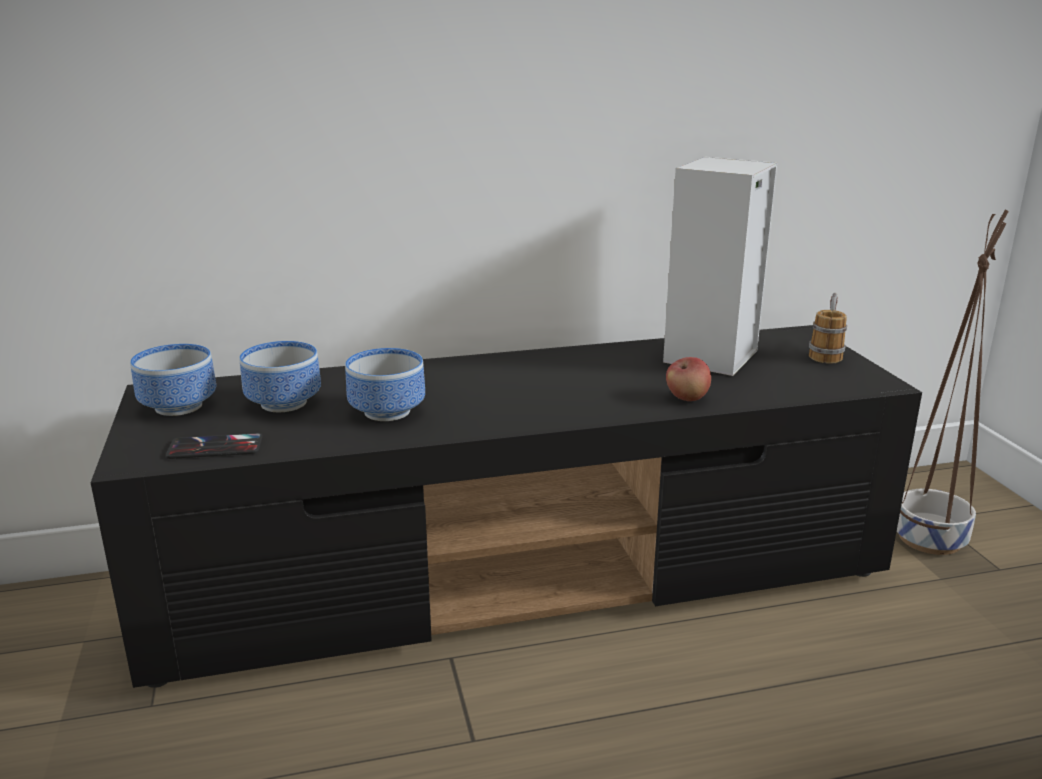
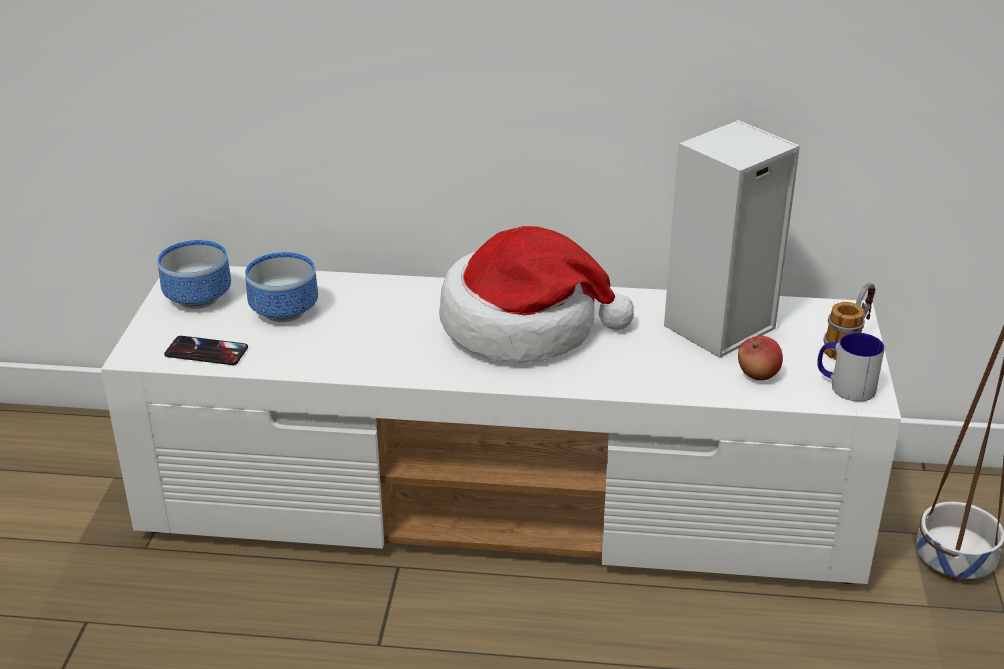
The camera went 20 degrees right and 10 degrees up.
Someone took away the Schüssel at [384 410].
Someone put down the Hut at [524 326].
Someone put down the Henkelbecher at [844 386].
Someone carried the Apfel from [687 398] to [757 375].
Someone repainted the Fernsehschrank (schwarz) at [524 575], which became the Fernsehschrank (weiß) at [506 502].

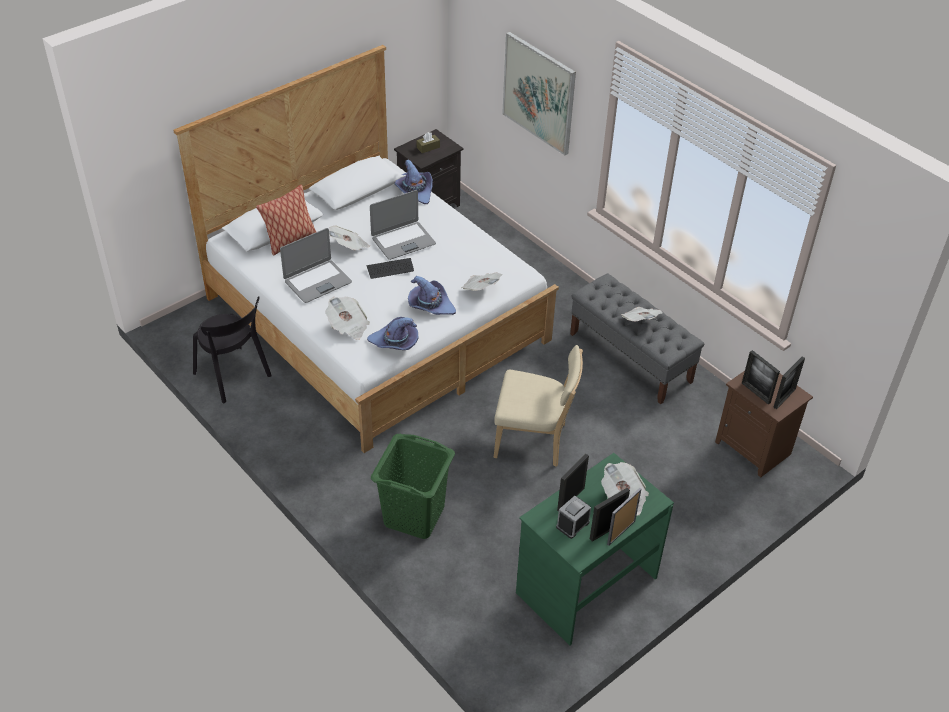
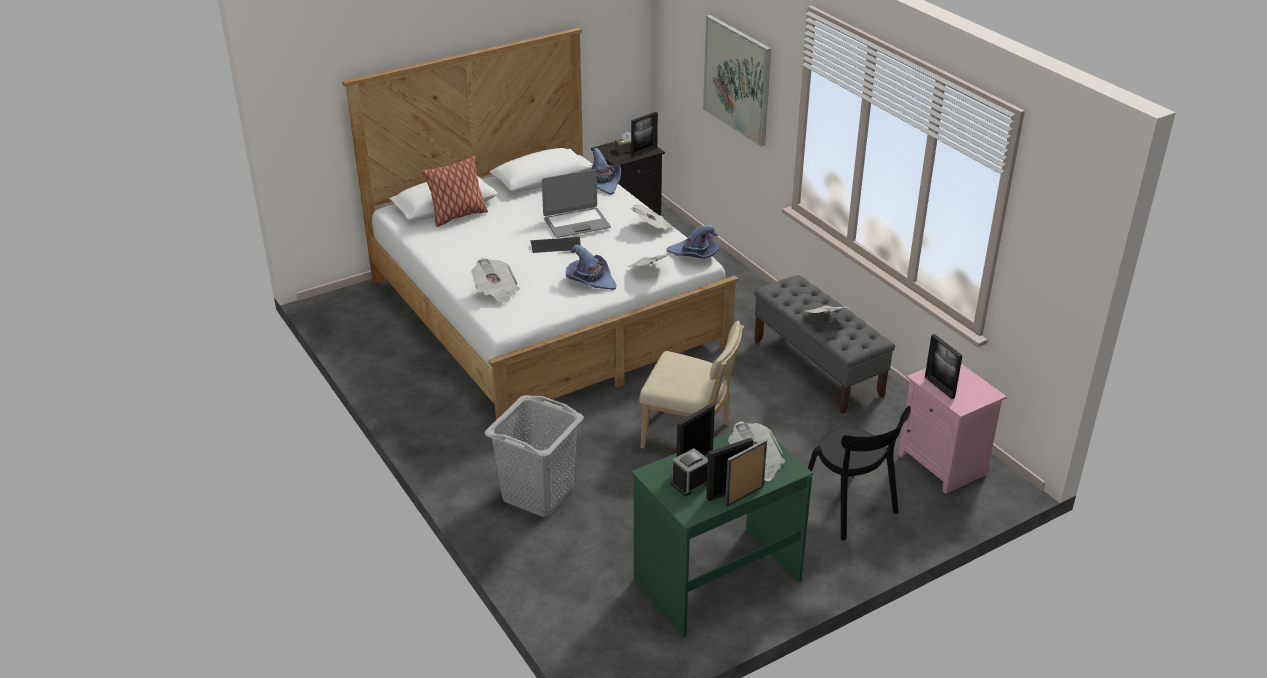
The camera went 10 degrees right and 10 degrees down.
Someone took away the Laptop at [317 282].
Someone carried the Stuhl (schwarz) from [234 376] to [850 509].
Someone carried the Zeitung from [349 247] to [652 228].
Someone carried the Hut (lila) from [395 342] to [694 254].
Someone carried the Bilderrahmen from [784 398] to [644 152].
Someone repainted the Wäschekorb (grün) at [413 516], which became the Wäschekorb (grau) at [537 494].
Someone repainted the Nachttisch (braun) at [754 448], which became the Nachttisch (rosa) at [944 465].

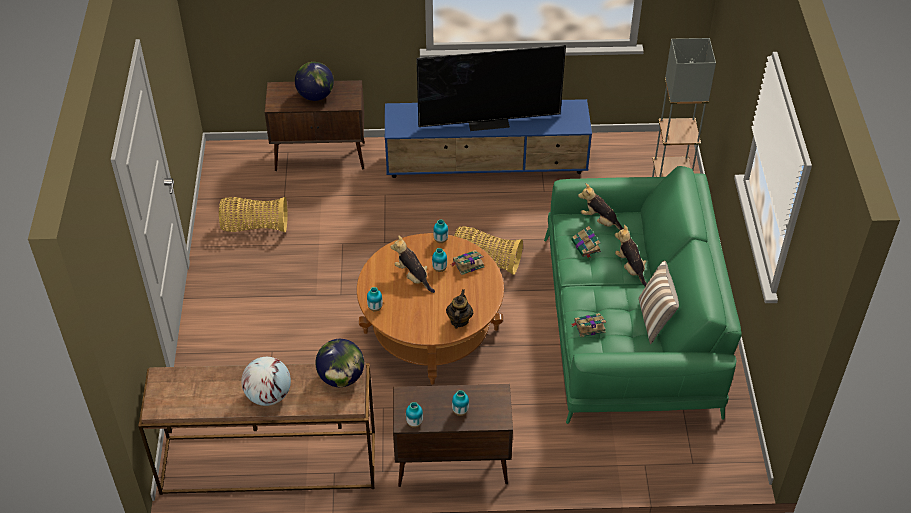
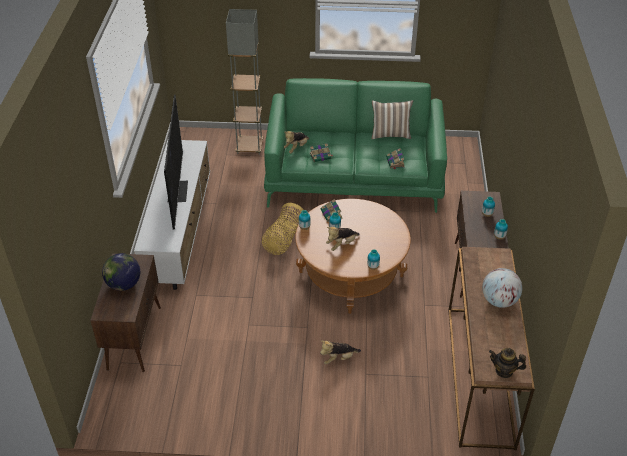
The camera went 85 degrees left and 5 degrees down.
Someone took away the Korb at [254 226].
Someone took away the Globus at [341 377].
Someone carried the Teekanne from [459 320] to [504 371].
Someone carried the Plüschtier from [630 268] to [338 358].
Someone repainted the Fernsehschrank (blau) at [487 167], which became the Fernsehschrank (weiß) at [180 231].

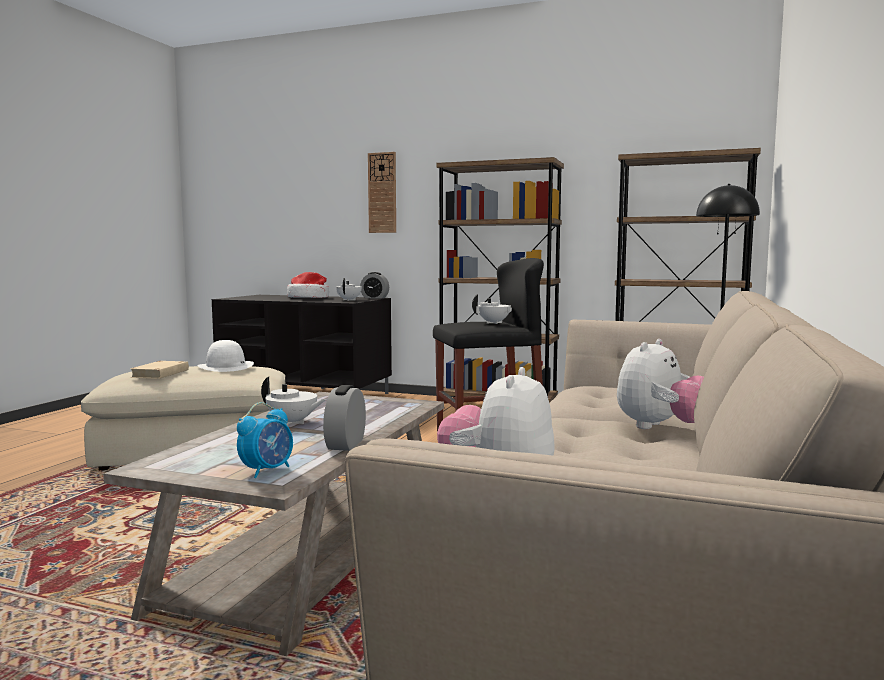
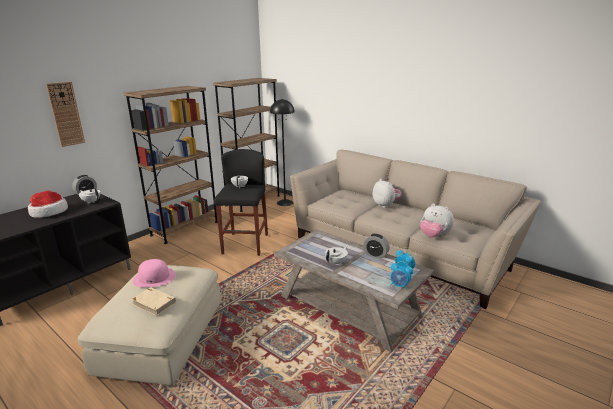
The camera went 70 degrees left and 15 degrees up.
Someone put down the Wecker at [399 285].
Someone repainted the Hut (weiß) at [226 366], which became the Hut (rosa) at [154 277].

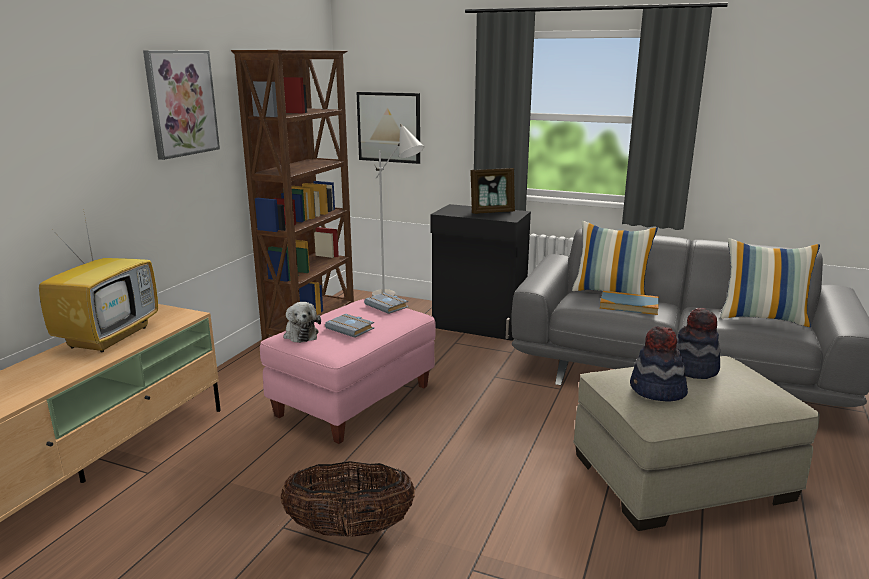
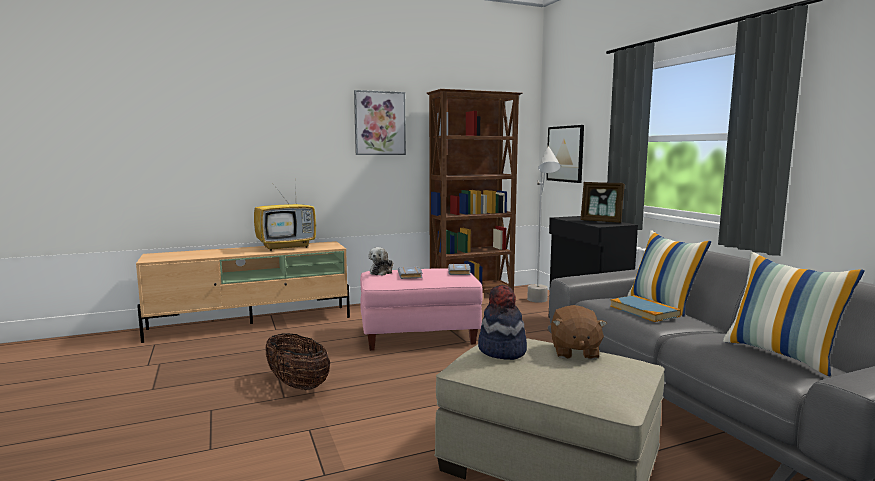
The camera went 45 degrees right and 10 degrees down.
Someone swapped the Hut at [693 368] for the Plüschtier (braun) at [574 352].

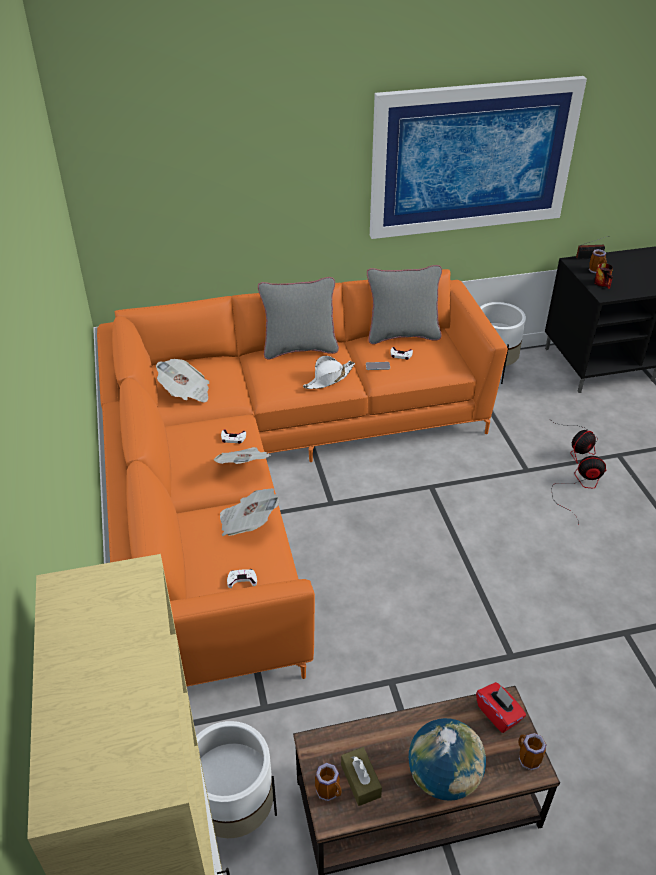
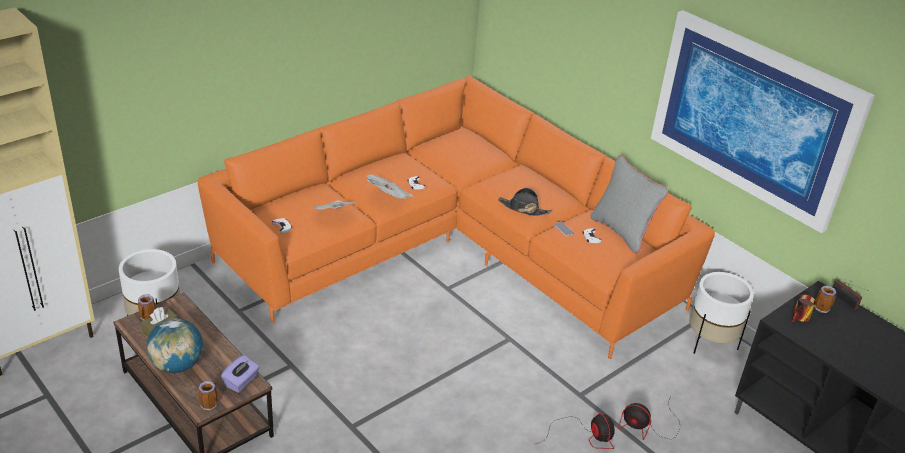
The camera went 60 degrees right and 5 degrees down.
Someone took away the Zeitung at [186 392].
Someone took away the Kissen (grau) at [299 349].
Someone repainted the Hut (weiß) at [329 378], which became the Hut (schwarz) at [523 209].
Someone repainted the Taschentuchbox (rot) at [498 714], which became the Taschentuchbox (lila) at [241 382].

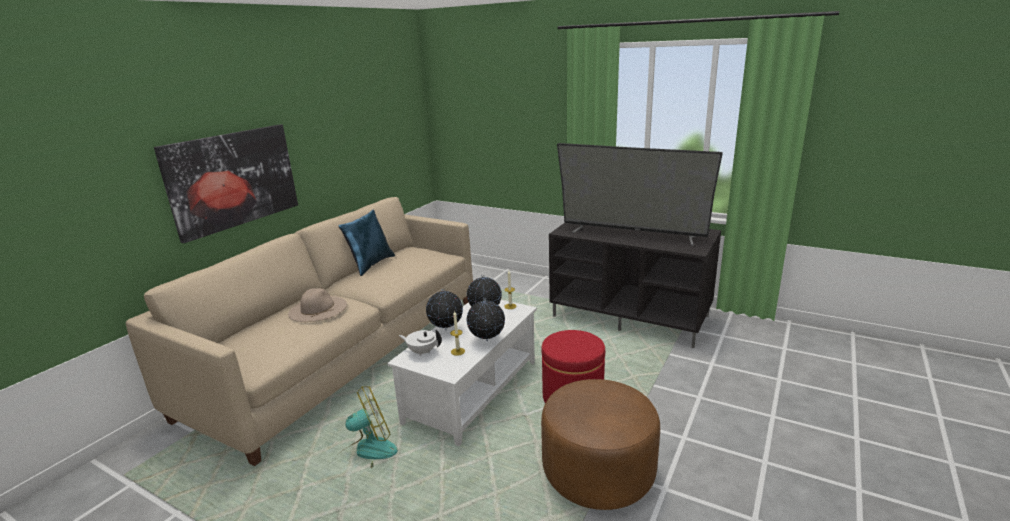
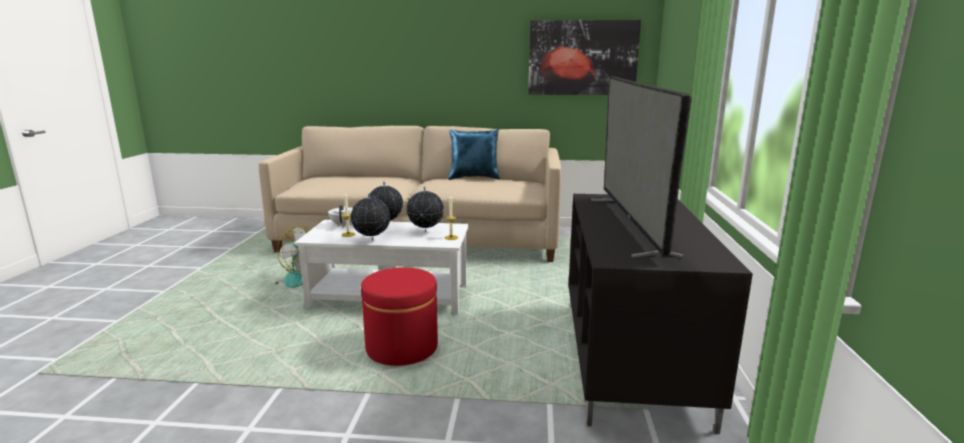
The camera went 65 degrees right and 5 degrees down.
Someone took away the Hut (beige) at [317 309].
Someone took away the Polsterhocker (braun) at [598 472].
Someone carried the Bild from [233 179] to [582 58].

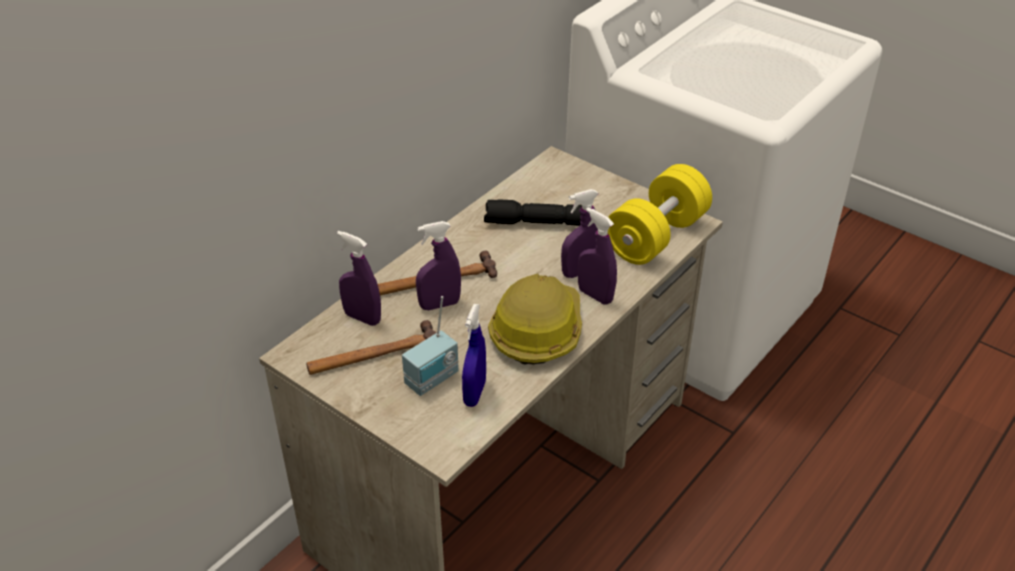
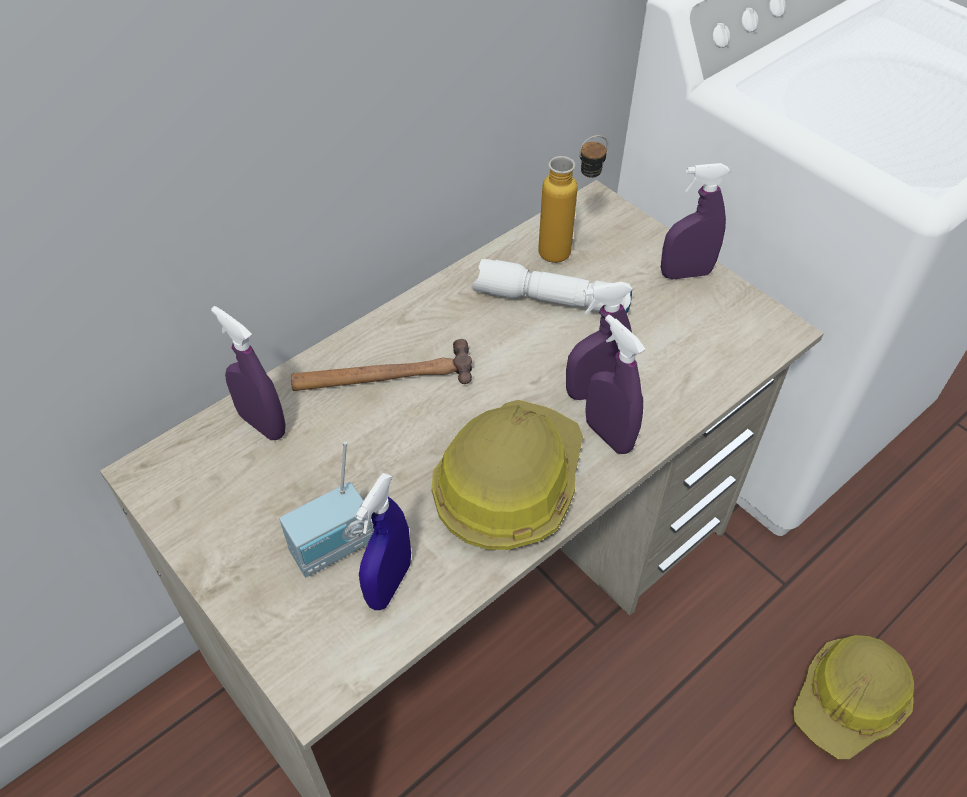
The camera went 10 degrees right and 10 degrees up.
Someone took away the Hammer at [373 355].
Someone took away the Hantel (gelb) at [656 236].
Someone put down the Flasche at [567 250].
Someone put down the Schutzhelm at [849 701].
Someone carried the Sprühflasche (lila) from [439 304] to [685 273].
Someone repainted the Taschenlampe (schwarz) at [537 223], which became the Taschenlampe (weiß) at [549 301].

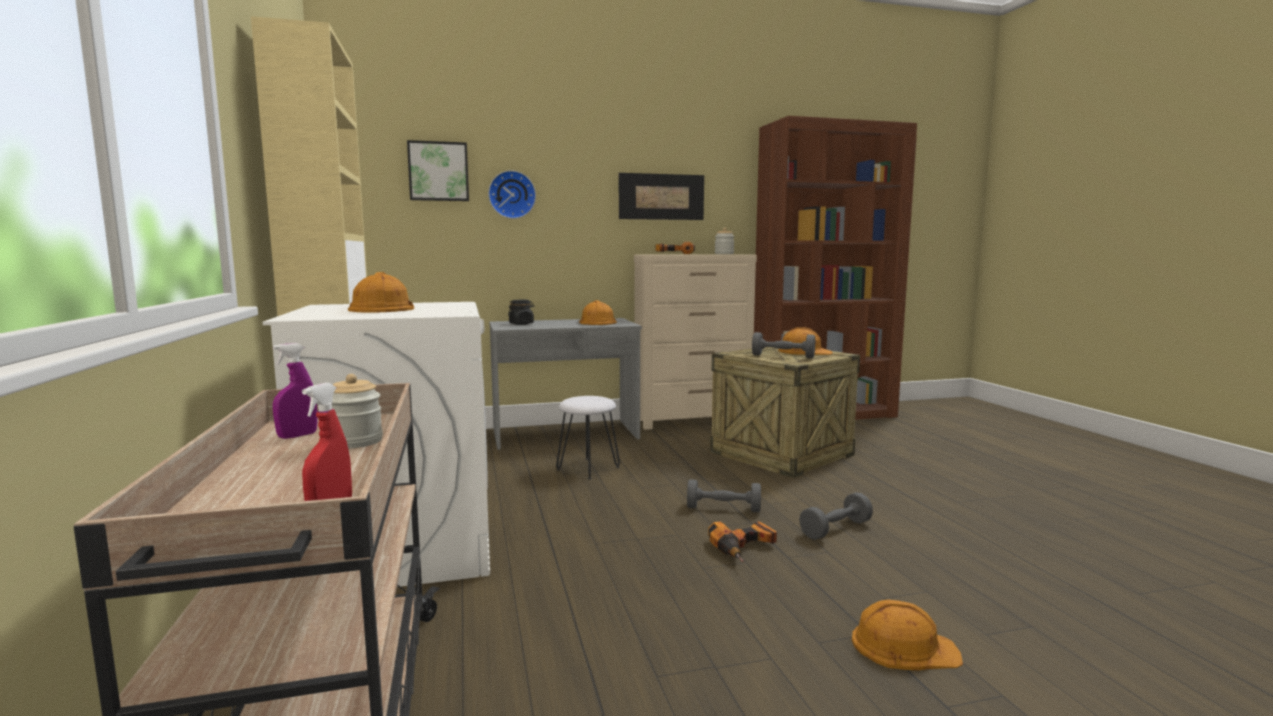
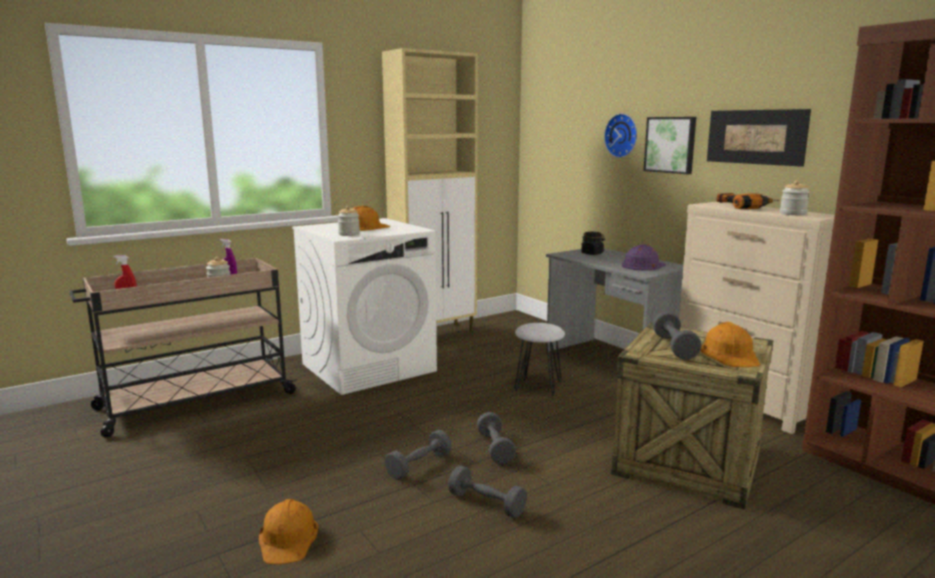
The camera went 70 degrees right and 5 degrees up.
Someone put down the Vorratsglas at [349 234].
Someone carried the Bild from [438 171] to [671 145].
Someone swapped the Bohrmaschine at [745 549] for the Hantel (grau) at [419 465].
Someone repainted the Schutzhelm (orange) at [596 322], which became the Schutzhelm (lila) at [643 265].

